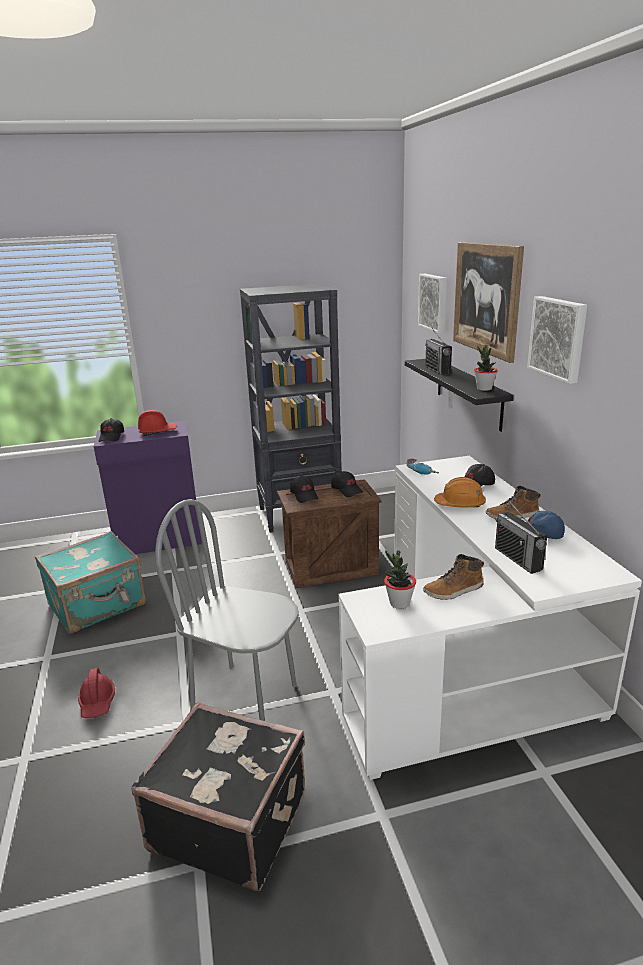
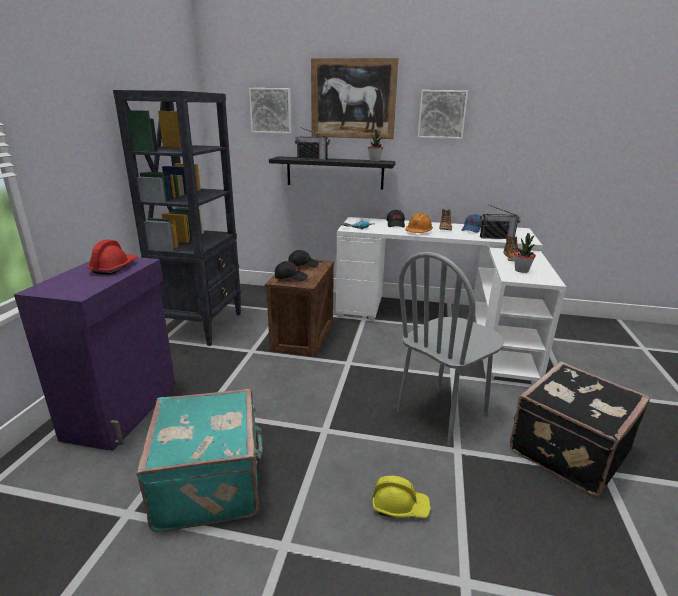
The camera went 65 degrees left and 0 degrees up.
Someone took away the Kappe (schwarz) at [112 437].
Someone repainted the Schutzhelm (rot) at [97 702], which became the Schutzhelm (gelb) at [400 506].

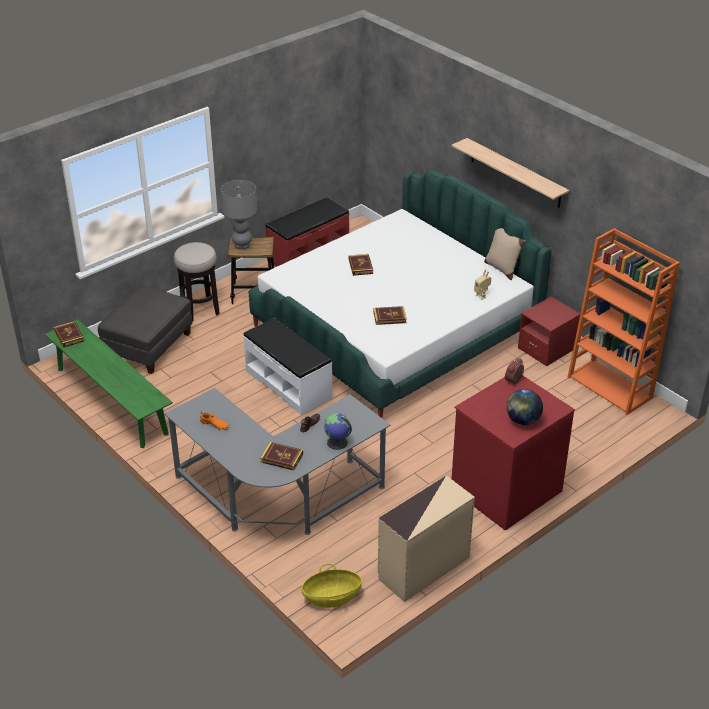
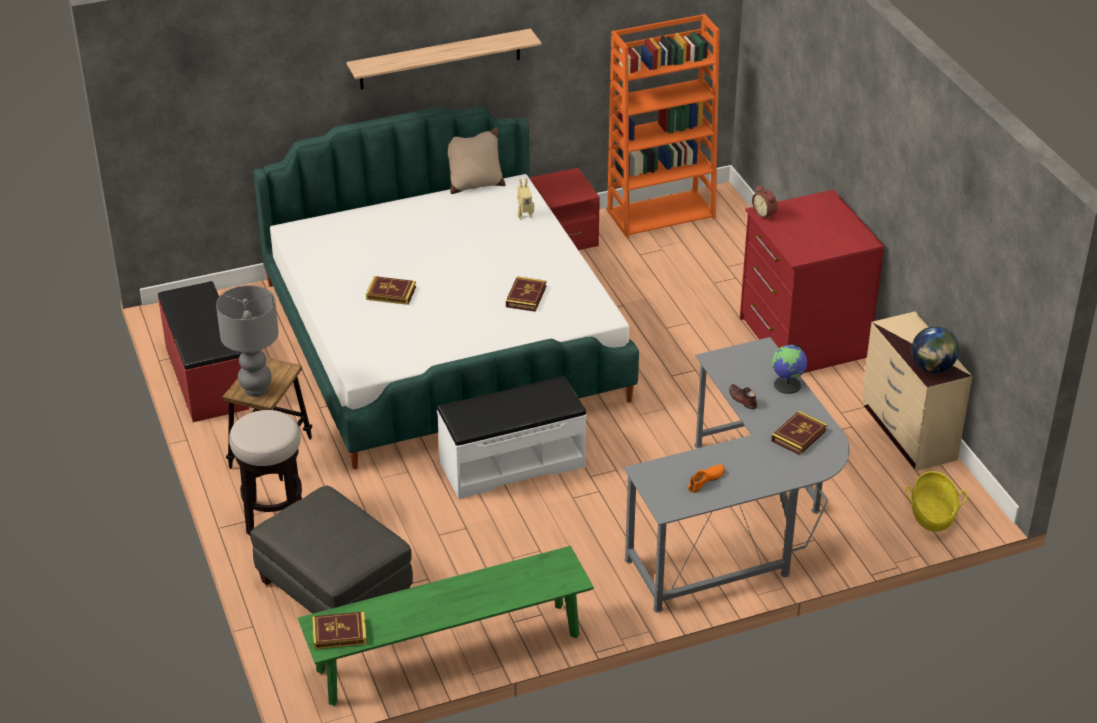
The camera went 70 degrees left and 0 degrees up.
Someone carried the Globus from [523 420] to [932 368].

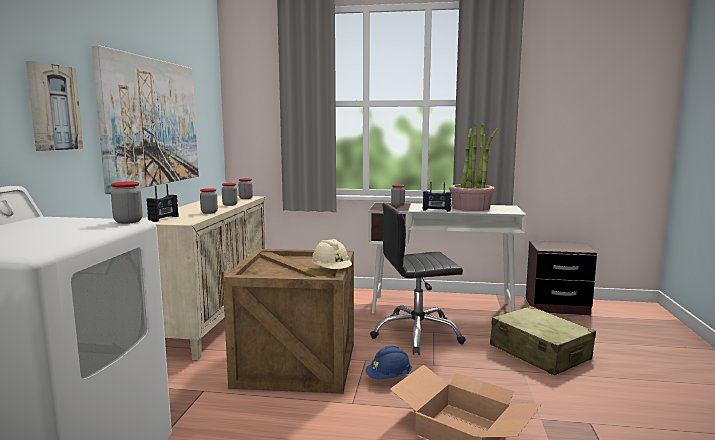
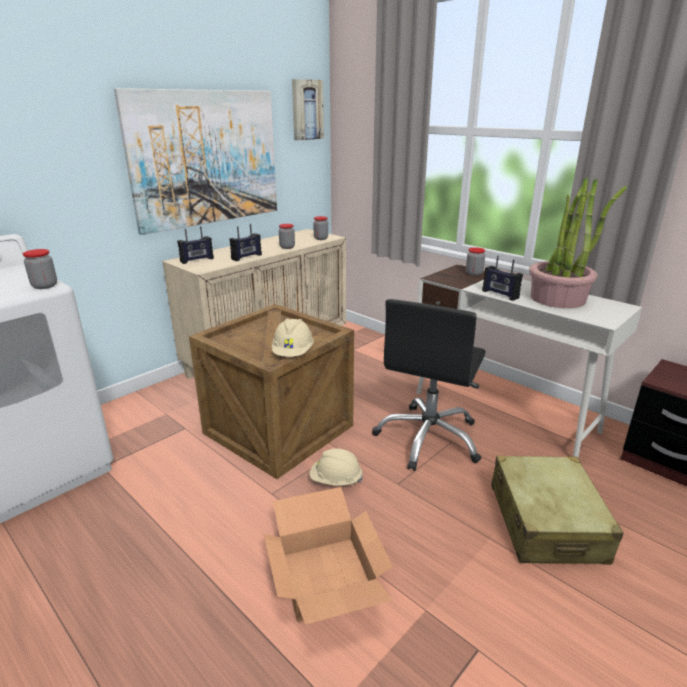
The camera went 35 degrees right and 15 degrees up.
Someone carried the Bild from [52 107] to [306 110].
Someone swapped the Vorratsglas at [209 212] for the Radio at [247 257].
Someone repainted the Schutzhelm (blau) at [389 378], which became the Schutzhelm (beige) at [335 480].
Someone rotated the Bürostuhl (schwarz) at [417 335] by 90 degrees counterclockwise.

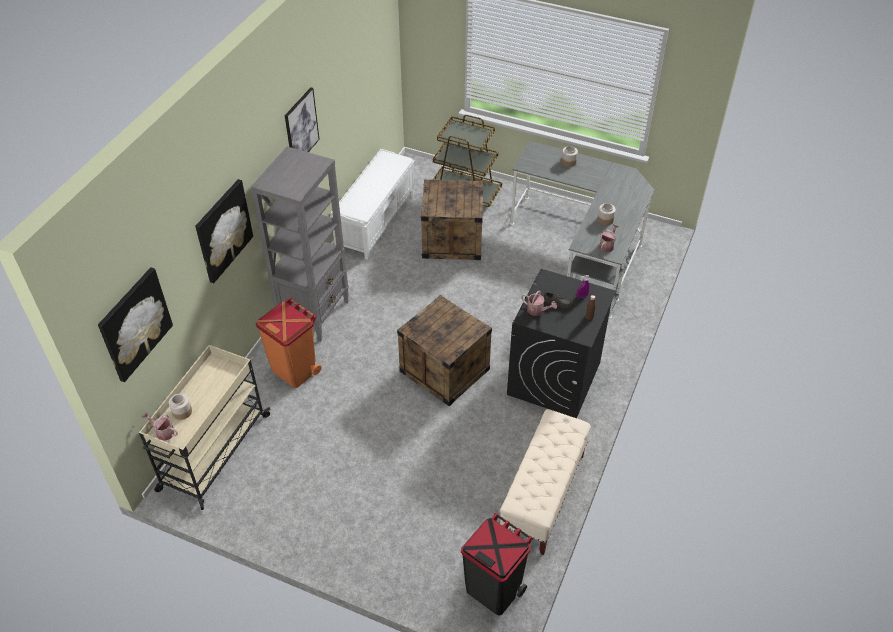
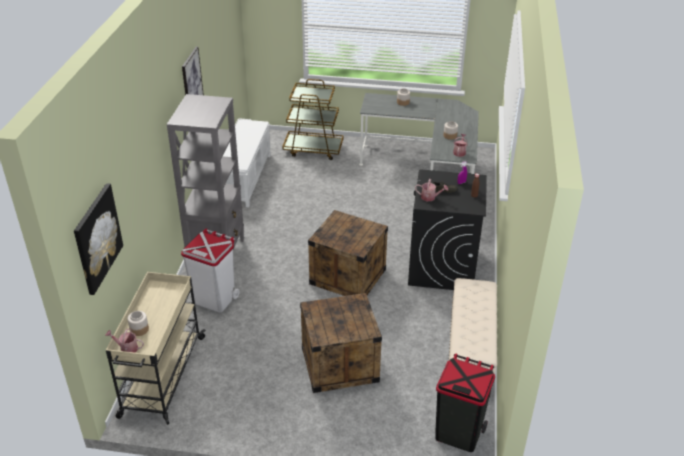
The camera went 15 degrees left and 10 degrees down.
Someone took away the Bild at [223 230].
Someone carried the Kiste from [452 240] to [340 364].
Someone repainted the Mülleimer (orange) at [294 370], which became the Mülleimer (weiß) at [214 299].

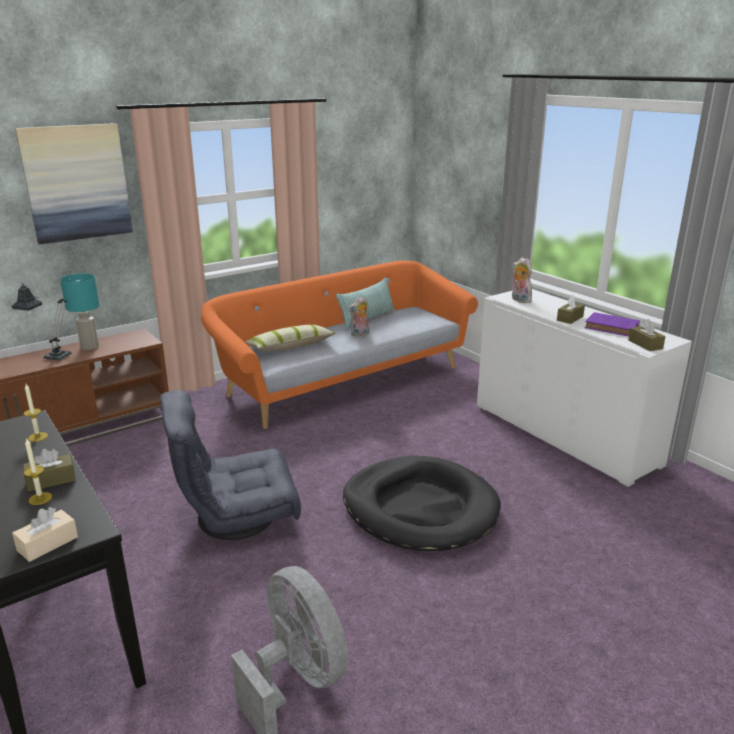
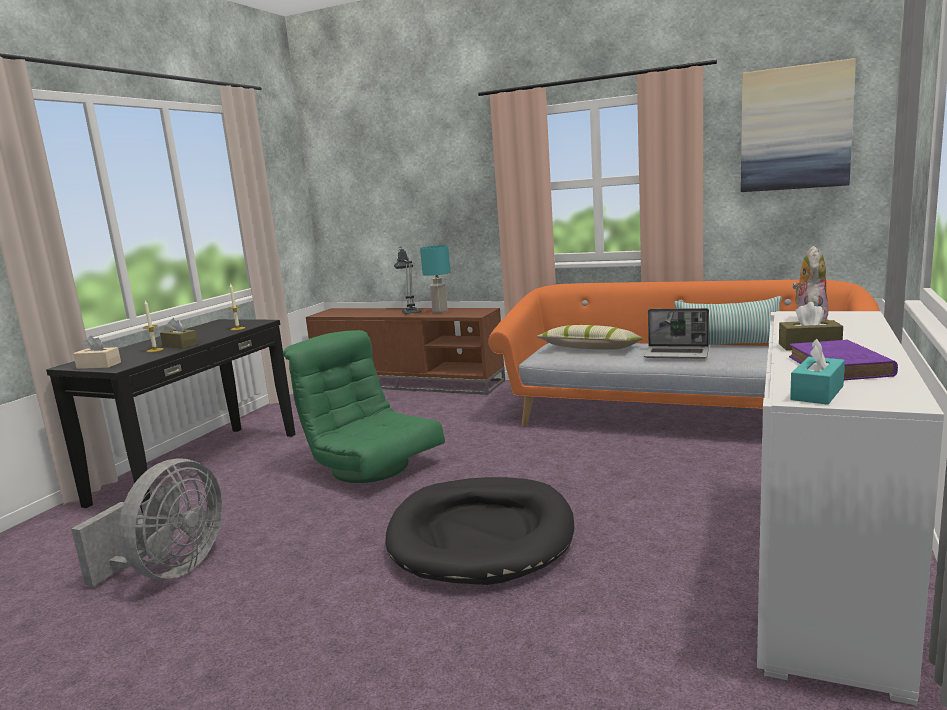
The camera went 60 degrees right and 10 degrees down.
Someone carried the Bild from [76 183] to [795 128].
Someone swapped the Plüschtier at [360 334] for the Laptop at [677 354].
Someone repainted the Sessel (grau) at [236 516], which became the Sessel (grün) at [372 467].
Someone repainted the Taschentuchbox (braun) at [645 344], which became the Taschentuchbox (türkis) at [817 393].

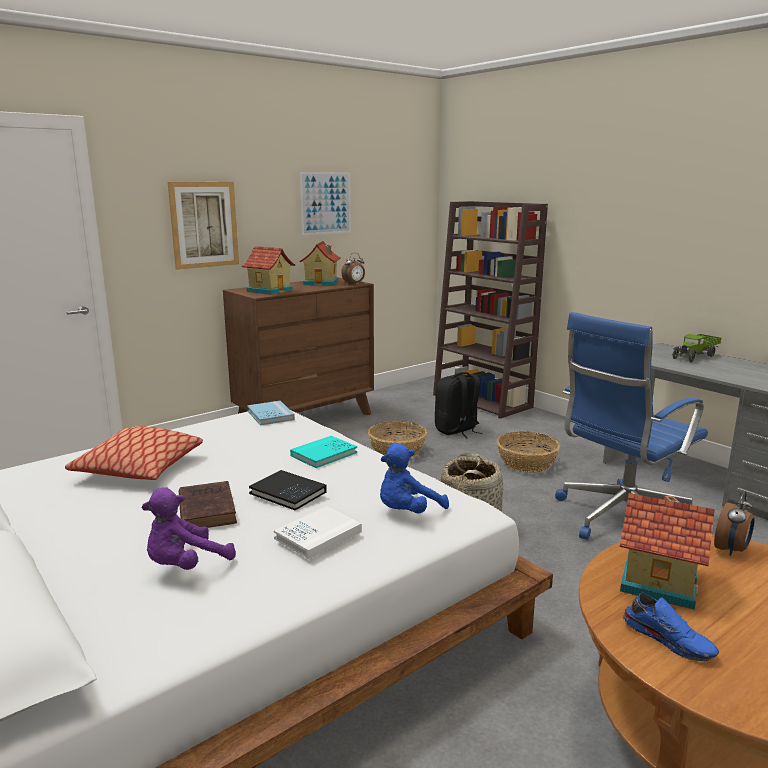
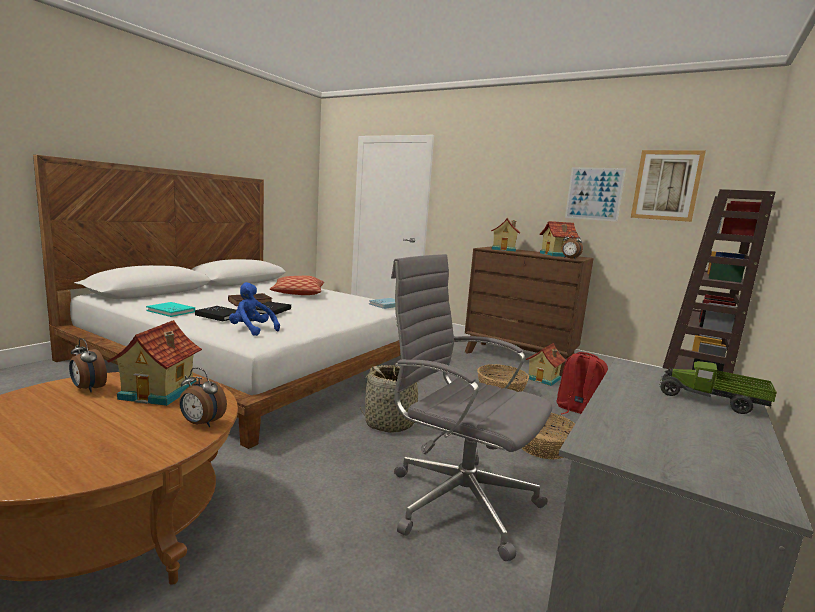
The camera went 70 degrees right and 5 degrees down.
Someone took away the Plüschtier (lila) at [185 565].
Someone put down the Spielzeughaus at [544 379].
Someone carried the Bild from [204 225] to [666 185].
Someone carried the Buch (türkis) from [324 454] to [171 311].
Someone swapped the Schuh (blau) at [668 639] for the Wecker at [88 389].
Someone repainted the Buch (weiß) at [318 535], which became the Buch (schwarz) at [219 315].
Someone repainted the Rucksack (schwarz) at [457 430], which became the Rucksack (rot) at [578 411].
Someone repainted the Bürostuhl (blau) at [621 518], which became the Bürostuhl (grau) at [458 500].

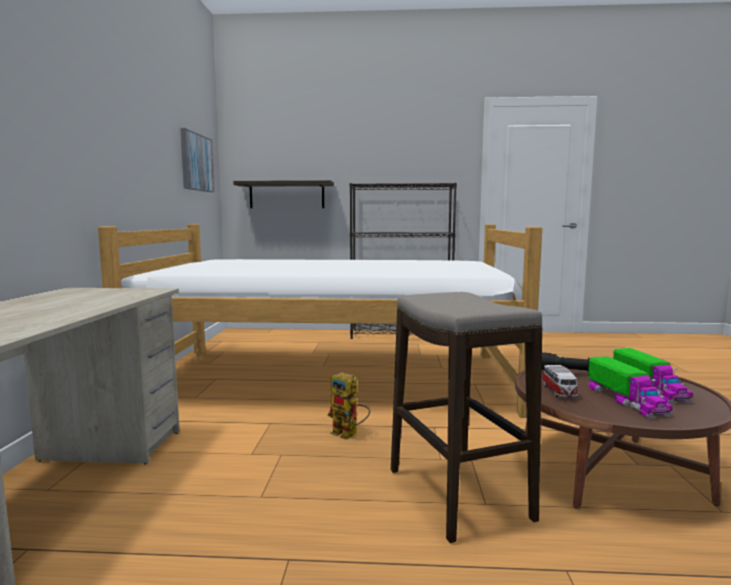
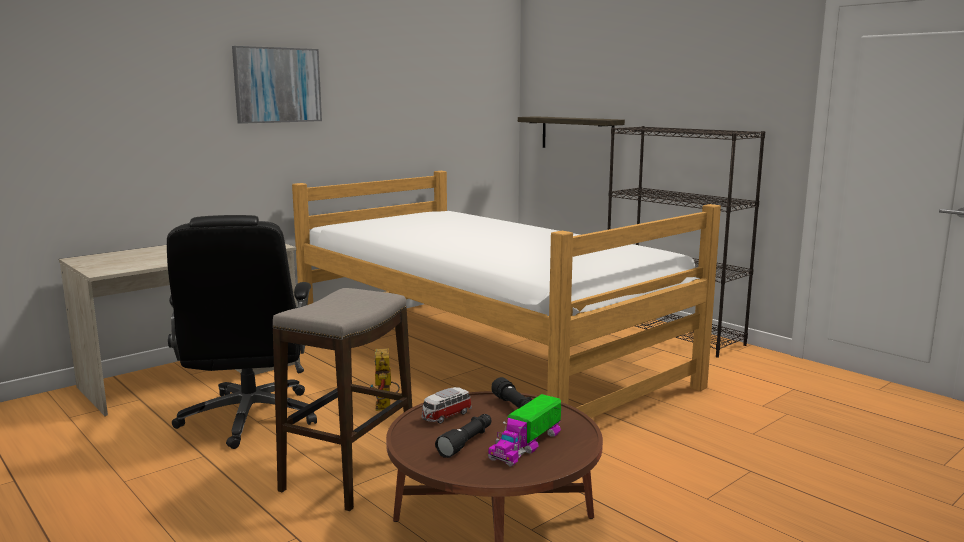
The camera went 45 degrees right and 5 degrees up.
Someone put down the Bürostuhl (schwarz) at [249 418].
Someone carried the Bild from [196 162] to [277 85].
Someone swapped the Spielzeuglaster at [625 401] for the Taschenlampe (schwarz) at [466 442].

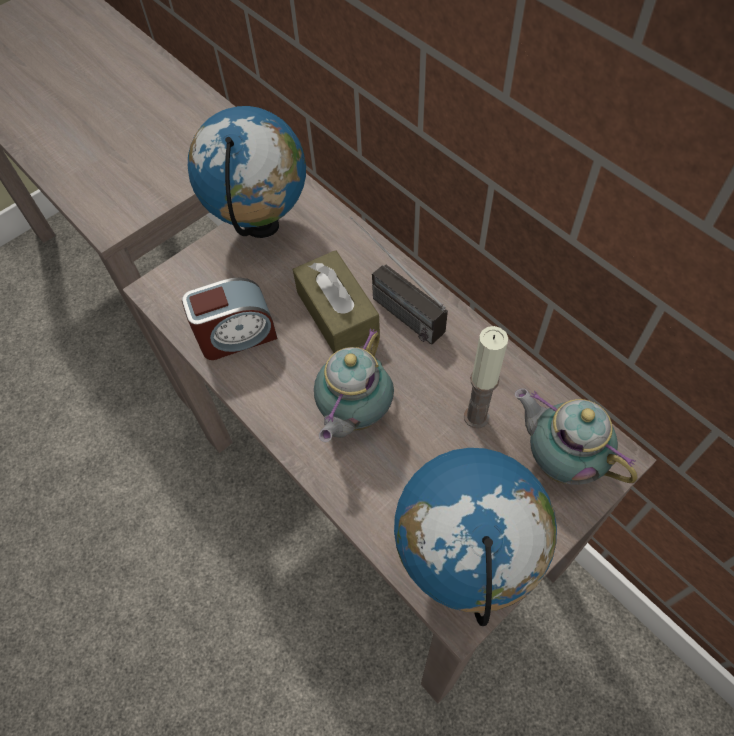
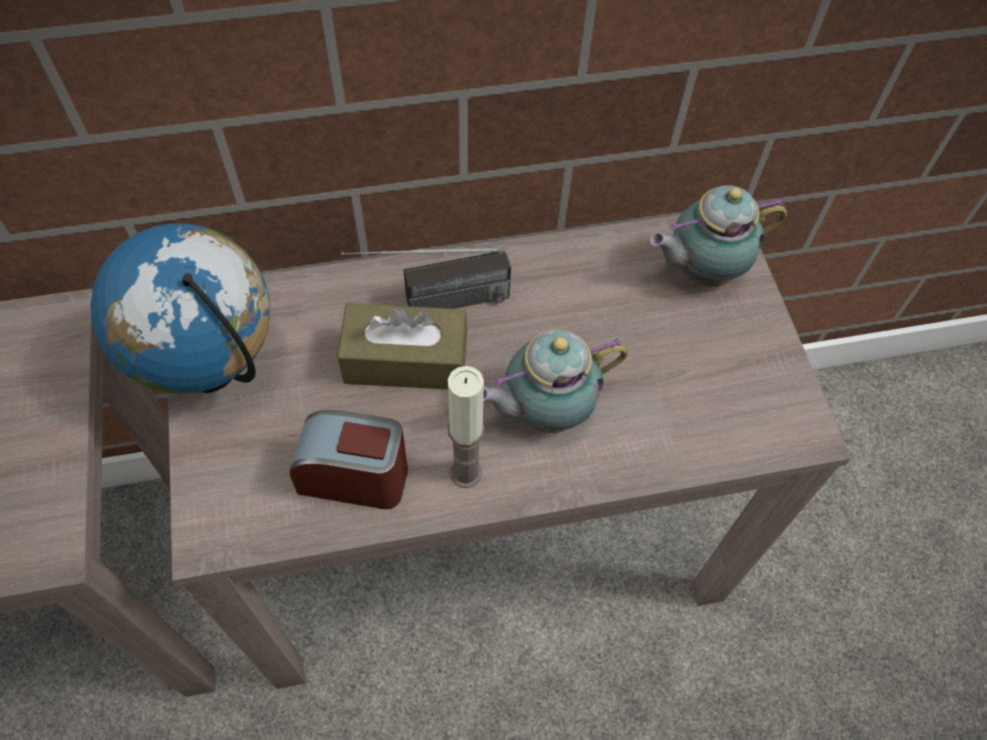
The camera went 65 degrees left and 0 degrees up.
Someone took away the Globus at [465 560].
Someone carried the Kerze from [476 417] to [466 473].
Someone rotated the Wecker at [236 335] by 90 degrees counterclockwise.
Someone rotated the Teekanne at [353 415] by 105 degrees clockwise.

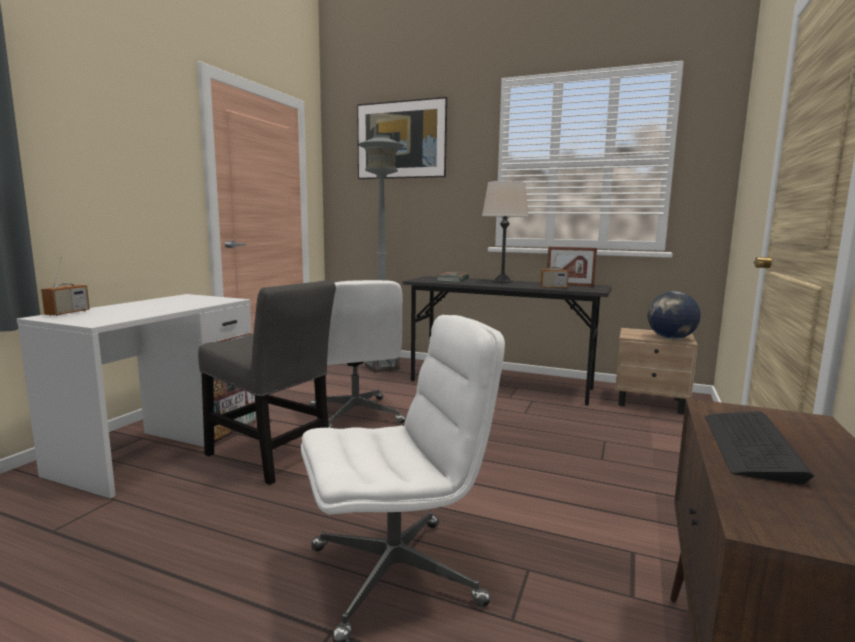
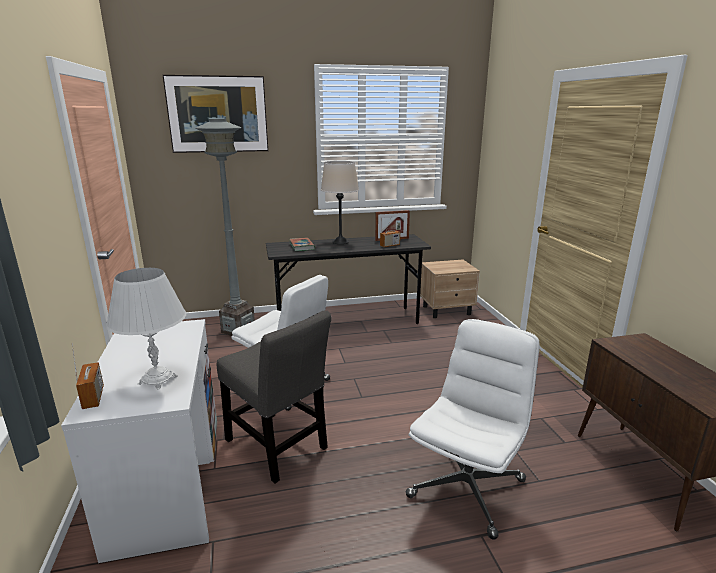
The camera went 35 degrees left and 10 degrees up.
Someone took away the Globus at [670 338].
Someone took away the Tastatur at [750 446].
Someone put down the Tischlampe (weiß) at [158 380].
Someone rotated the Stuhl (grau) at [271 456] by 45 degrees clockwise.

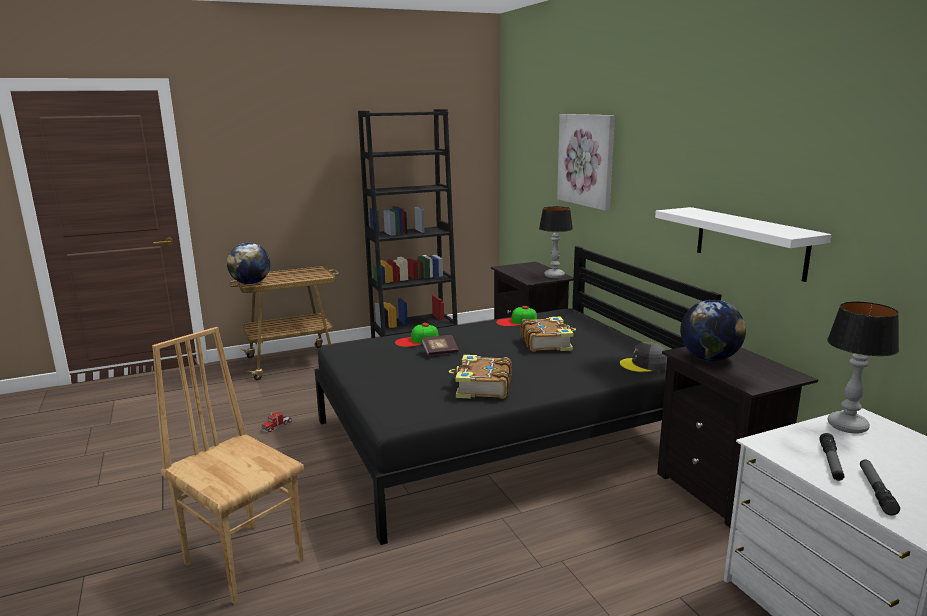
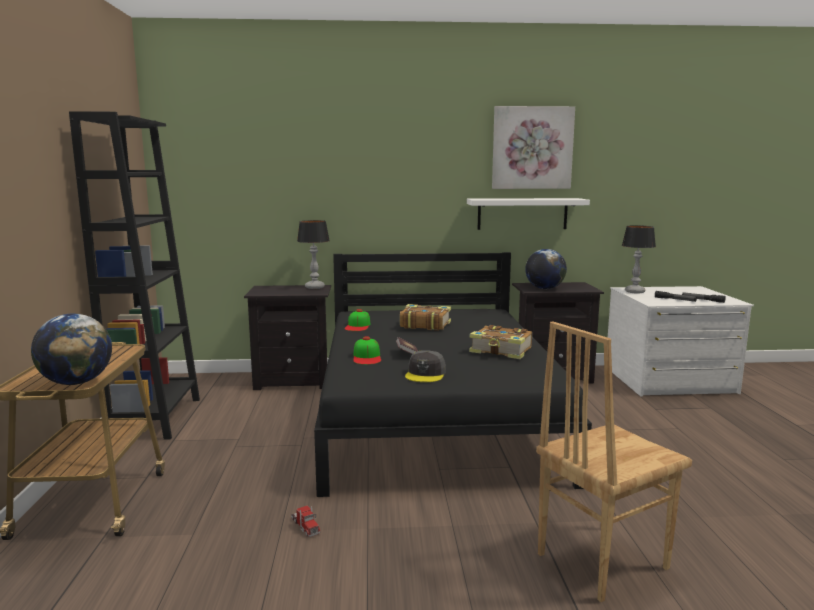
The camera went 70 degrees left and 5 degrees down.
Someone carried the Bild from [586 160] to [532 148].
Someone carried the Kappe (grau) from [644 365] to [426 374].

